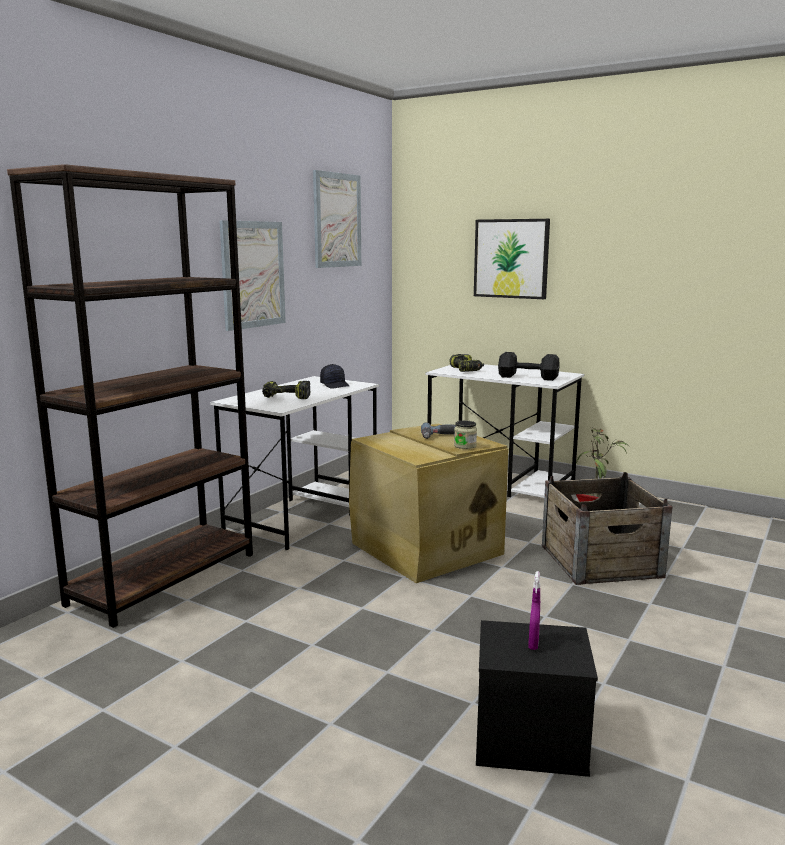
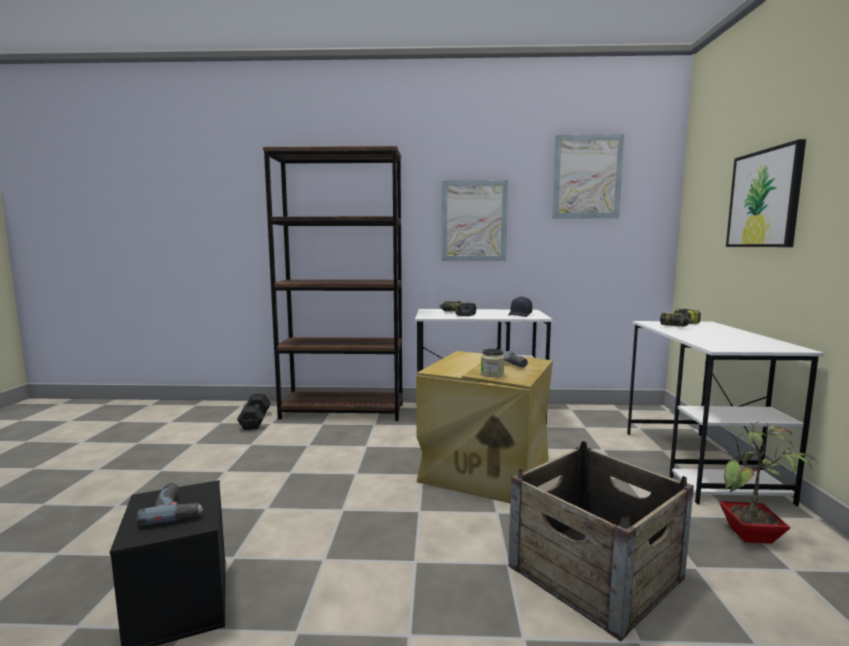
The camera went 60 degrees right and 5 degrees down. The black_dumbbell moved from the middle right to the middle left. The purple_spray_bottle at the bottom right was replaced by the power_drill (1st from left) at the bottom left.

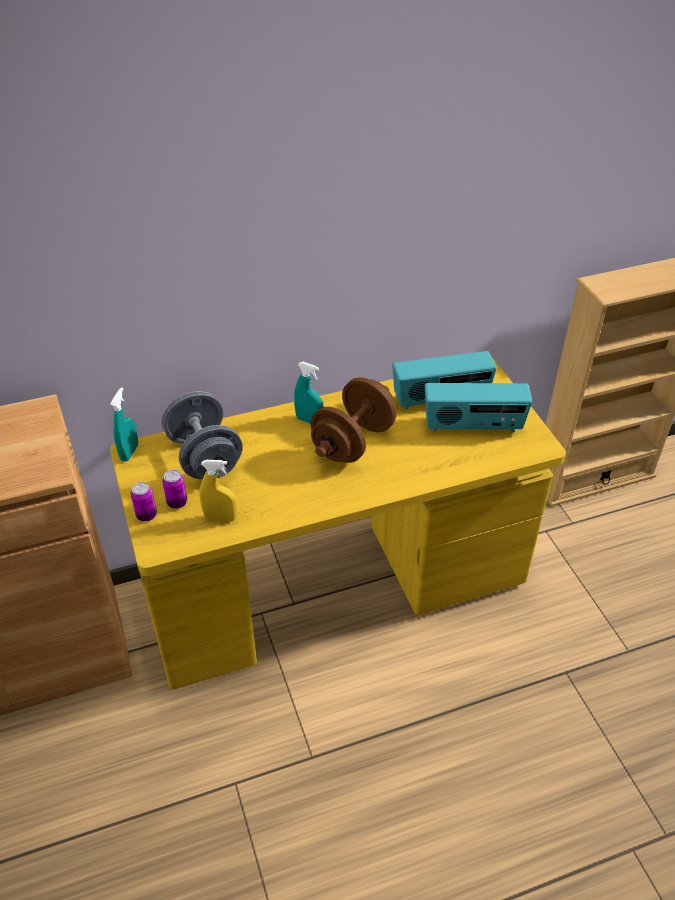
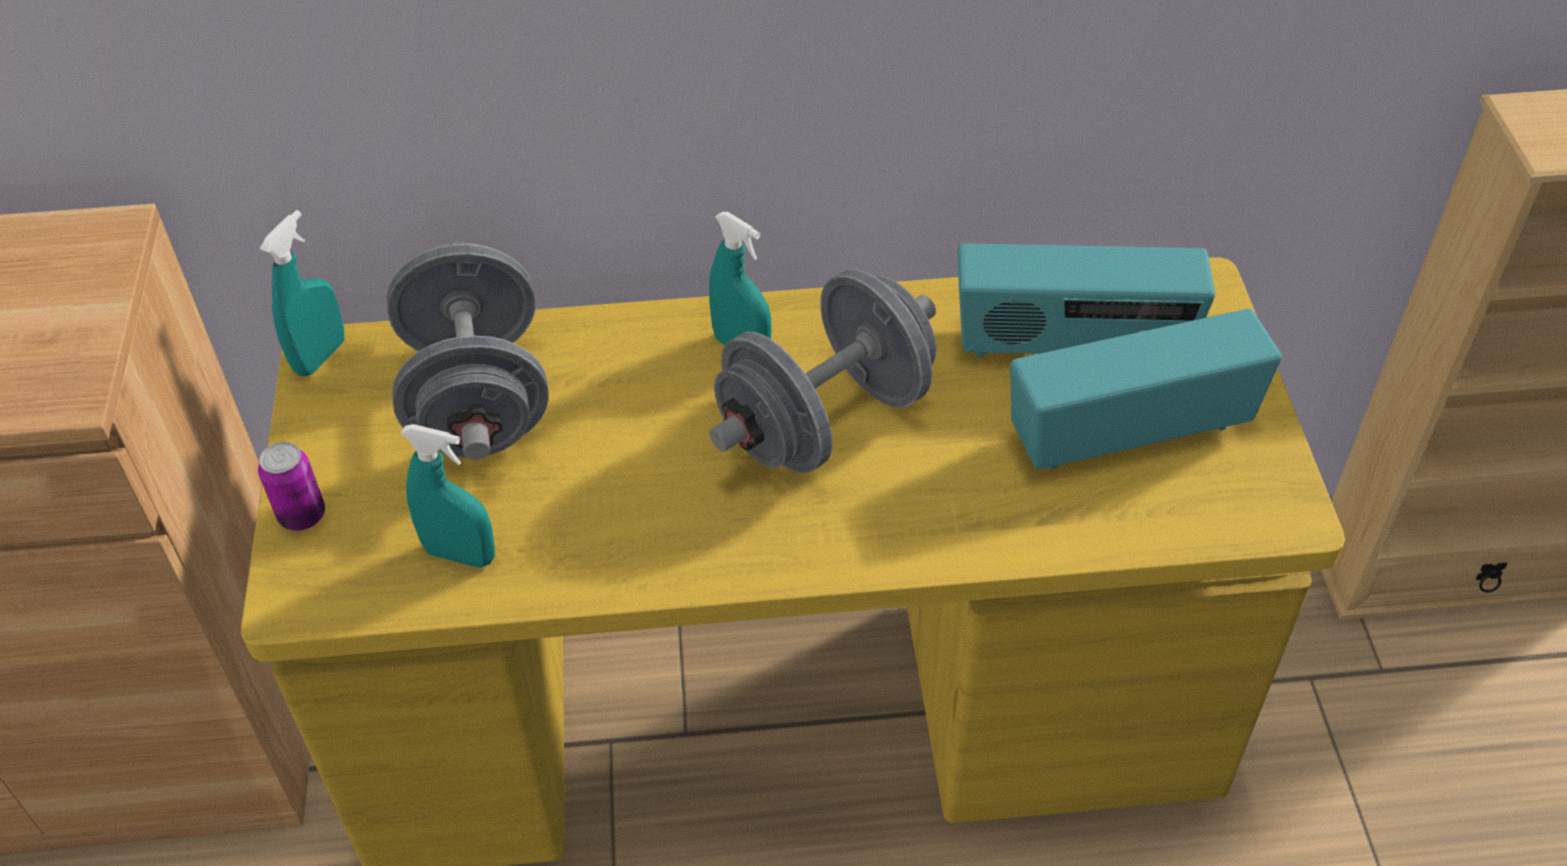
The camera went 15 degrees right and 5 degrees up. The can (2nd from left) at the middle left disappeared. The yellow_spray_bottle at the middle left became the turquoise_spray_bottle (2nd from left) at the middle left. The brown_dumbbell at the centre became the grey_dumbbell (2nd from left) at the centre. The radio (2nd from left) at the middle right turned 150 degrees clockwise.

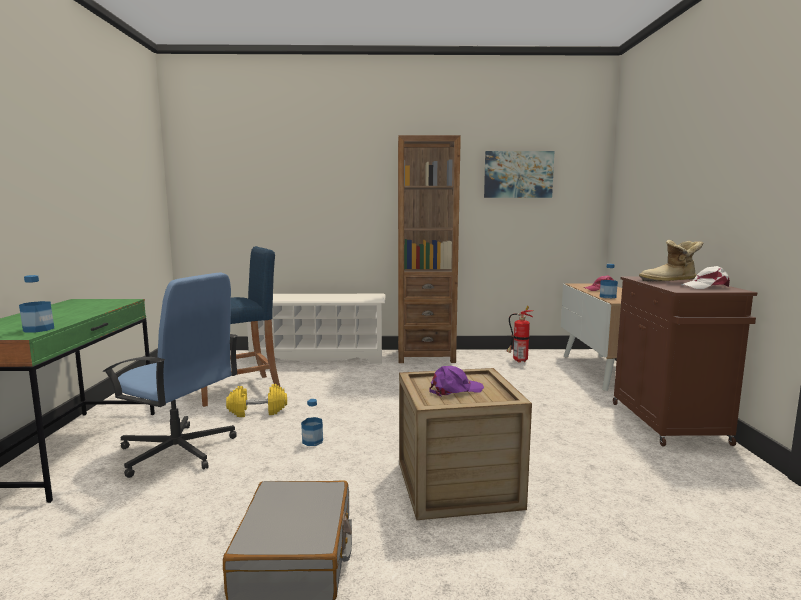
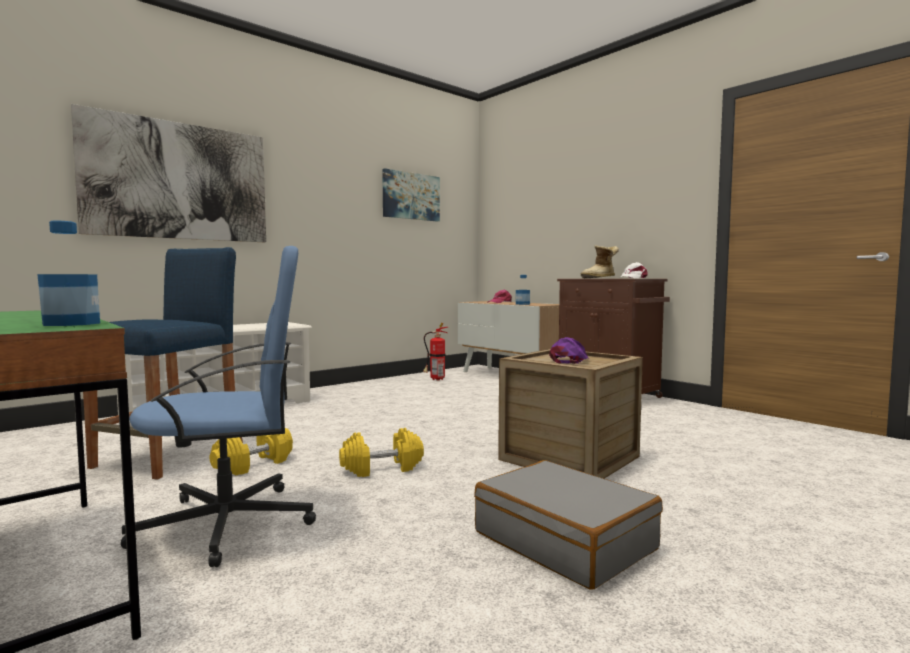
The camera went 40 degrees left and 5 degrees down. The brown_bookcase at the centre disappeared. The picture (1st from left) at the top left appeared. The bottle (2nd from left) at the bottom centre was replaced by the yellow_dumbbell (2nd from left) at the bottom centre.

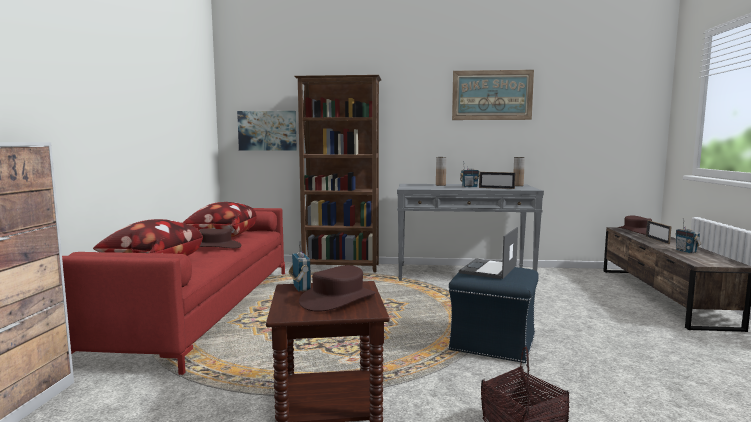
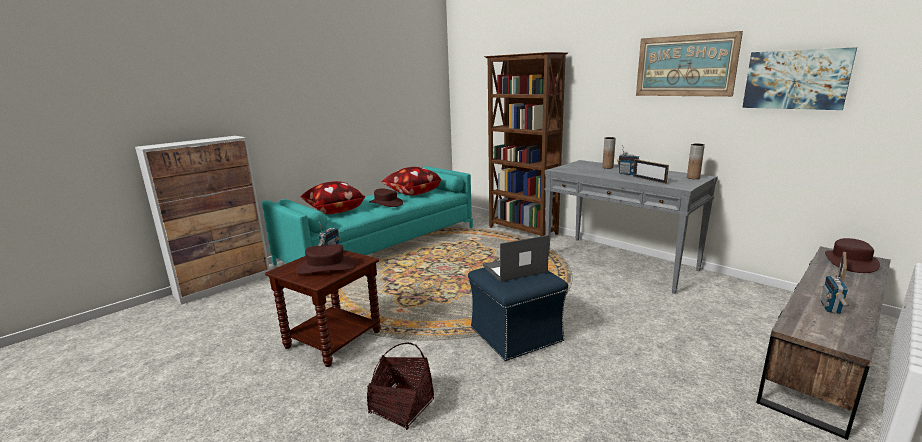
The camera went 40 degrees right and 10 degrees up. The picture (1st from left in the first image) moved from the top centre to the top right. The red_sofa at the bottom left became the turquoise_sofa at the centre.

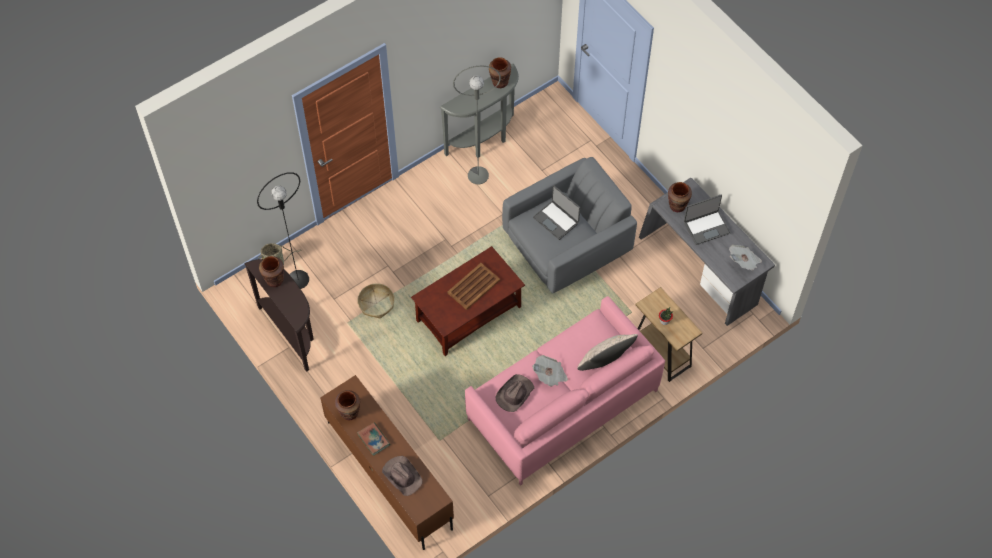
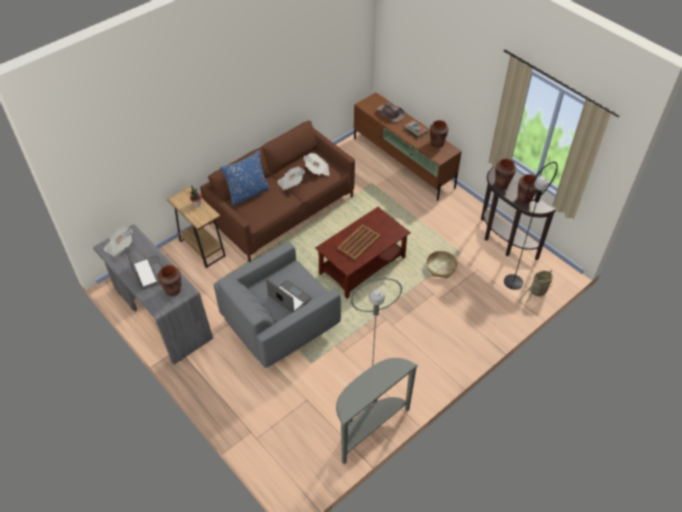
The camera went 175 degrees right and 10 degrees down. The brown_vase (3rd from left) moved from the top centre to the middle right. The brown_hat (2nd from left) at the bottom centre was replaced by the newspaper (3rd from left) at the top centre. The pink_sofa at the bottom centre became the brown_sofa at the centre. The beige_pillow at the centre became the blue_pillow at the centre. The laptop (2nd from left in the first image) at the middle right turned 90 degrees clockwise.

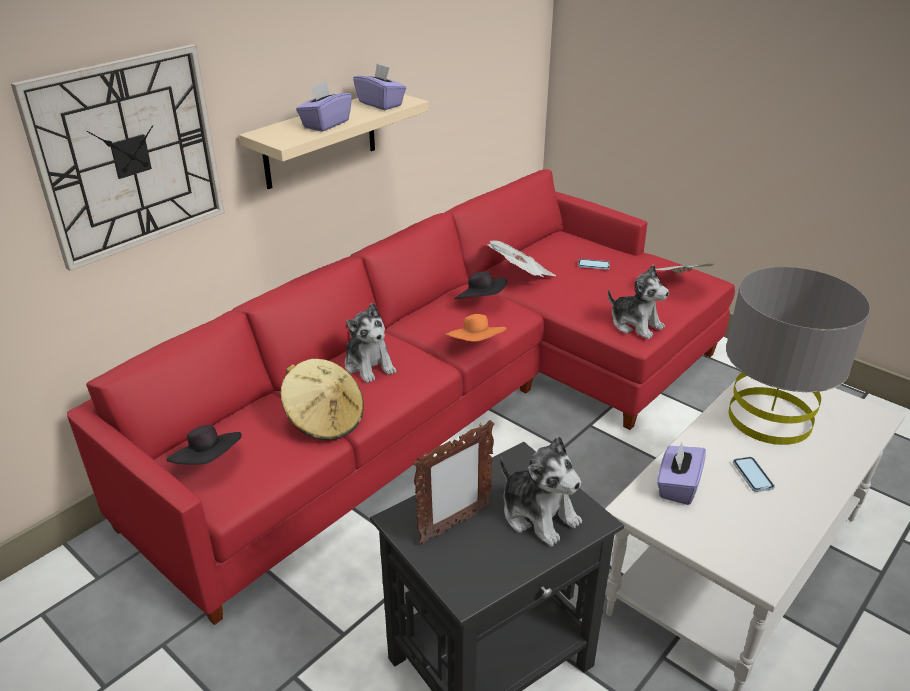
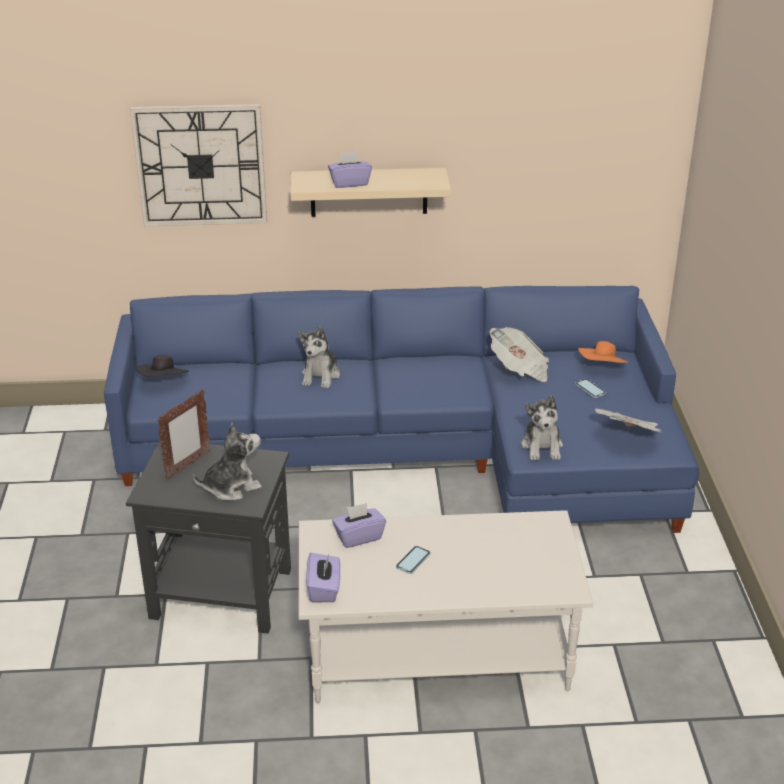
The camera went 45 degrees right and 0 degrees up. The beige_hat at the centre disappeared. The black_hat (2nd from left) at the centre disappeared. The grey_table_lamp at the middle right disappeared. The purple_tissue_box (2nd from left in the first image) moved from the top centre to the bottom centre. The orange_hat moved from the centre to the middle right. The red_sofa at the centre became the blue_sofa at the centre. The picture_frame at the bottom centre turned 60 degrees counterclockwise. The plush_toy (2nd from left in the first image) at the bottom centre turned 120 degrees counterclockwise.

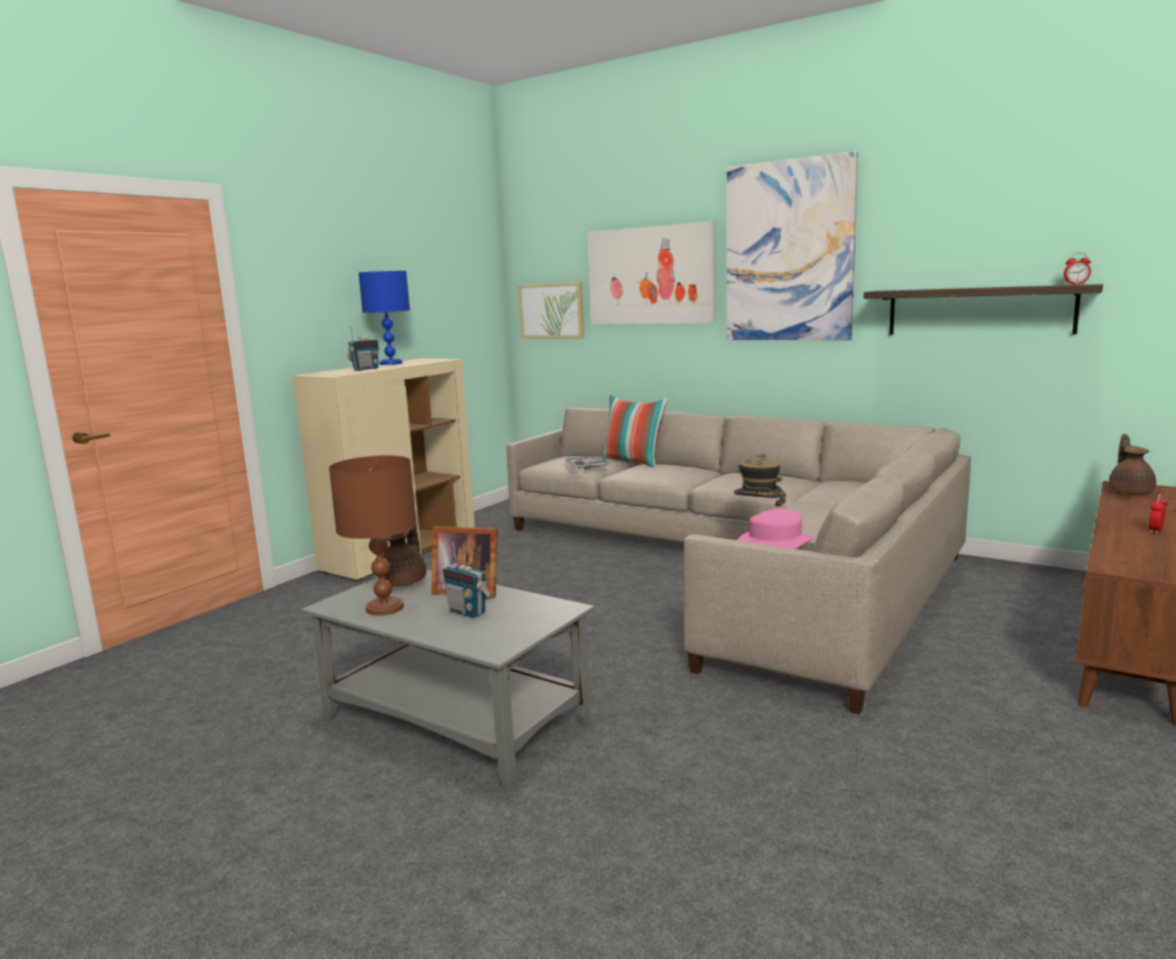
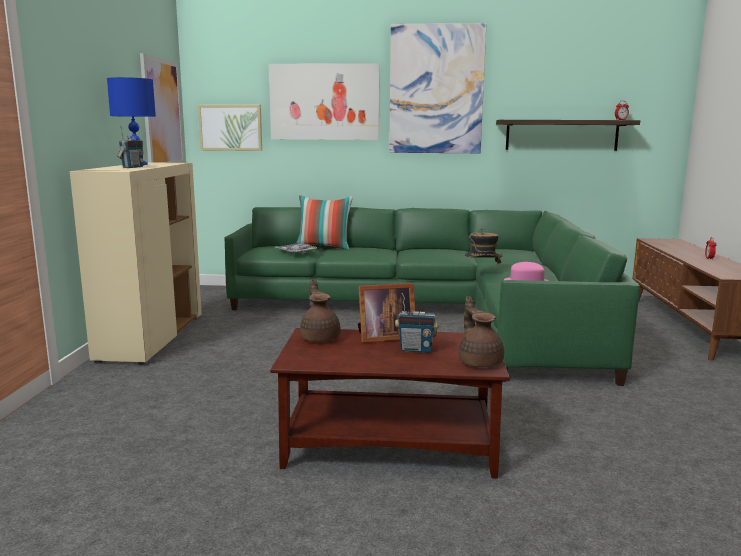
The camera went 30 degrees left and 0 degrees up. The brown_table_lamp at the middle left disappeared. The picture (1st from left) at the top left appeared. The brown_teapot (2nd from left) moved from the middle right to the centre. The grey_coffee_table at the bottom centre became the brown_coffee_table at the bottom centre. The beige_sofa at the centre became the green_sofa at the centre.

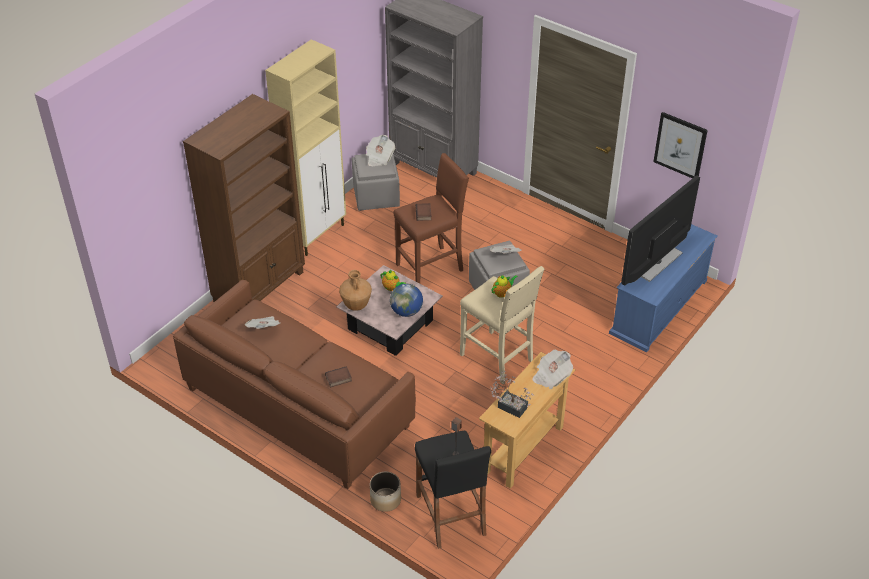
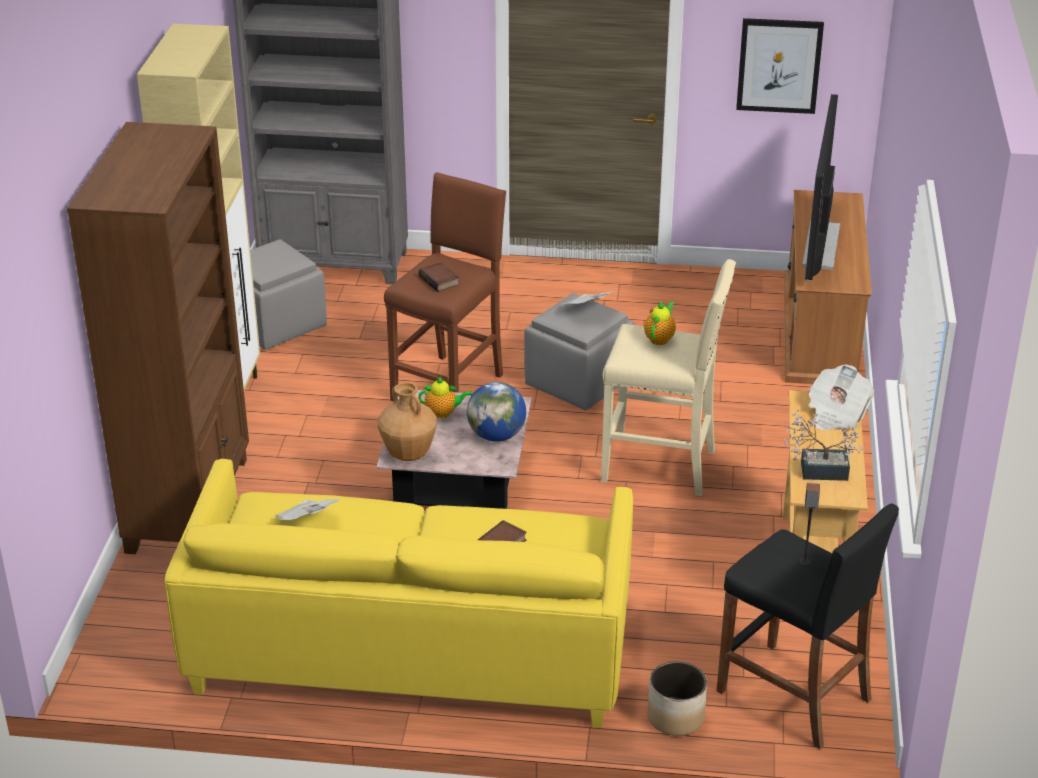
The camera went 30 degrees left and 10 degrees down. The newspaper (2nd from left) at the top centre disappeared. The brown_sofa at the centre became the yellow_sofa at the bottom centre. The blue_tv_stand at the middle right became the brown_tv_stand at the middle right.

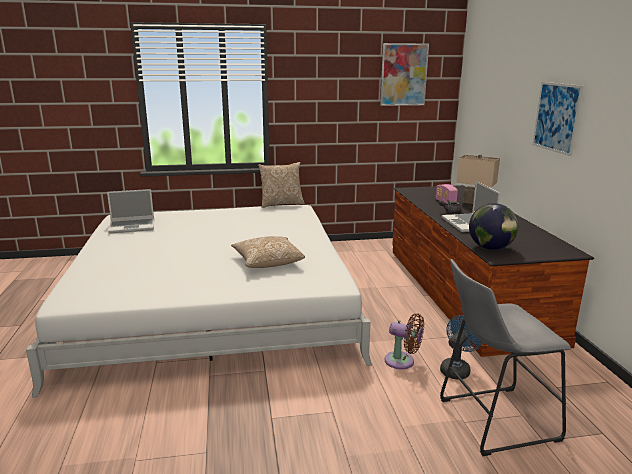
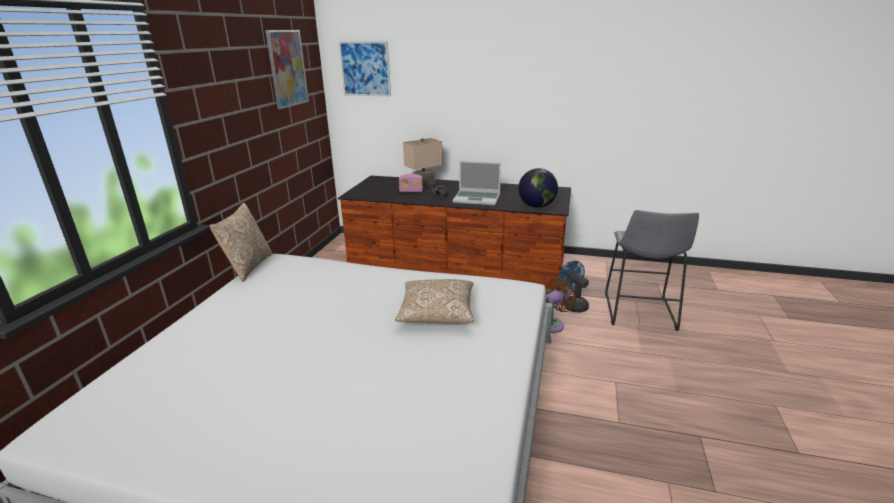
The camera went 65 degrees left and 5 degrees up. The laptop (1st from left) at the middle left disappeared. The picture (2nd from left) moved from the top right to the top centre.

